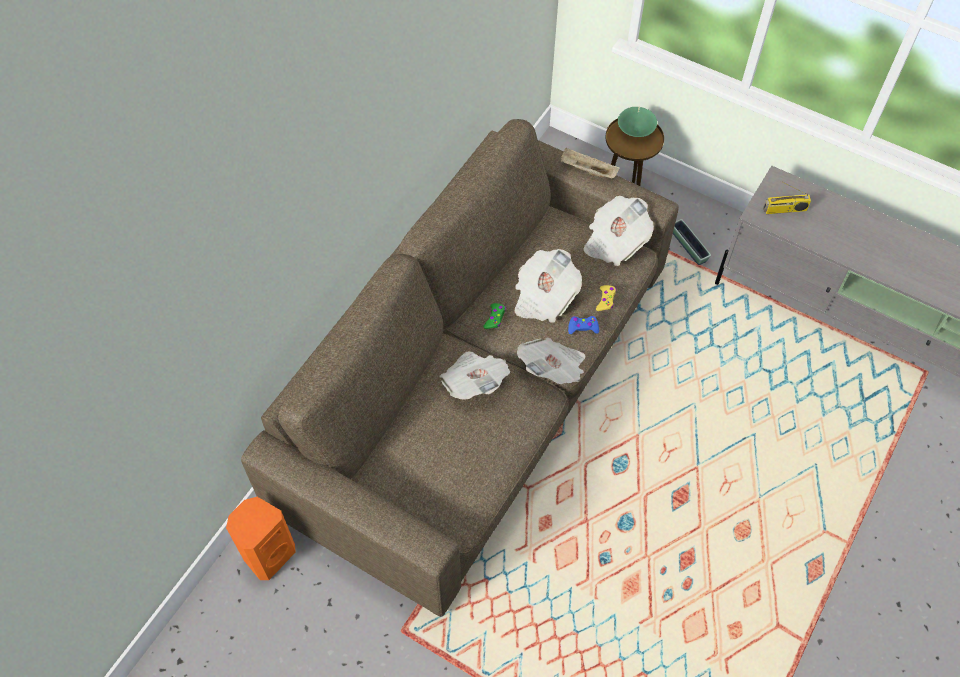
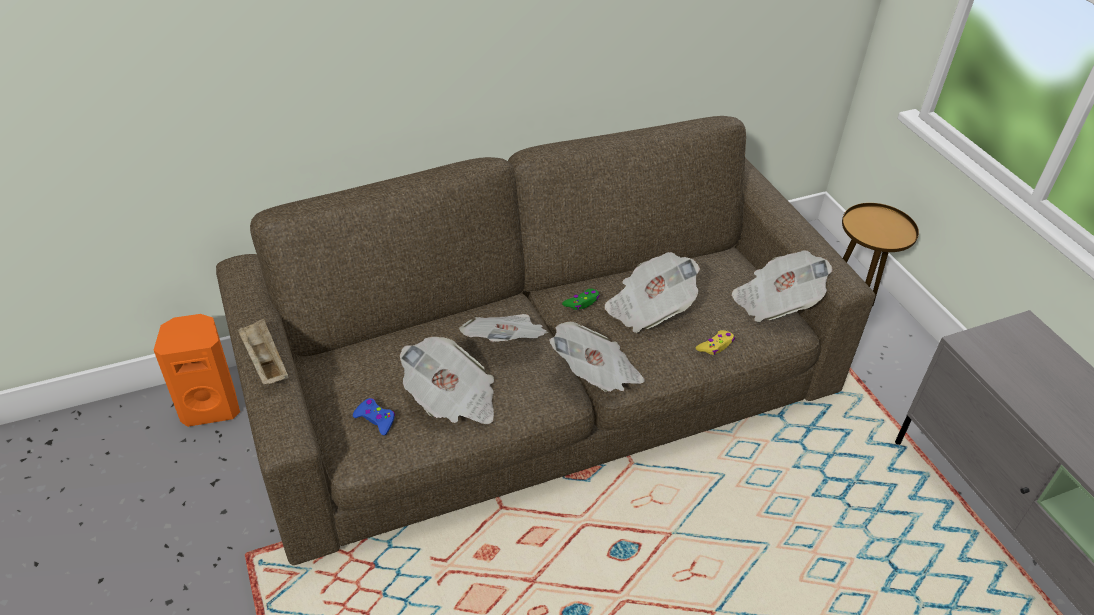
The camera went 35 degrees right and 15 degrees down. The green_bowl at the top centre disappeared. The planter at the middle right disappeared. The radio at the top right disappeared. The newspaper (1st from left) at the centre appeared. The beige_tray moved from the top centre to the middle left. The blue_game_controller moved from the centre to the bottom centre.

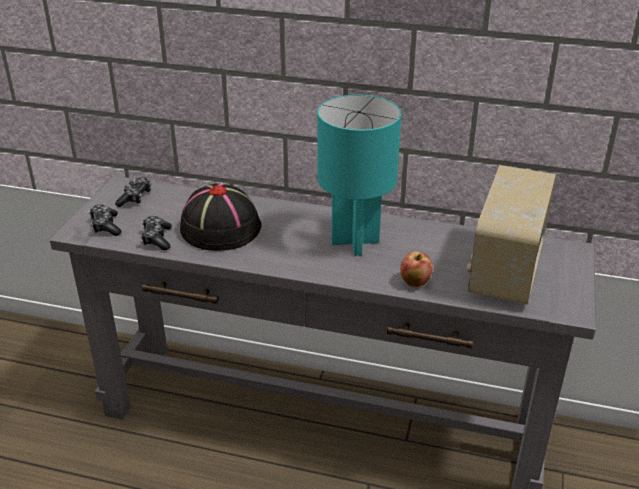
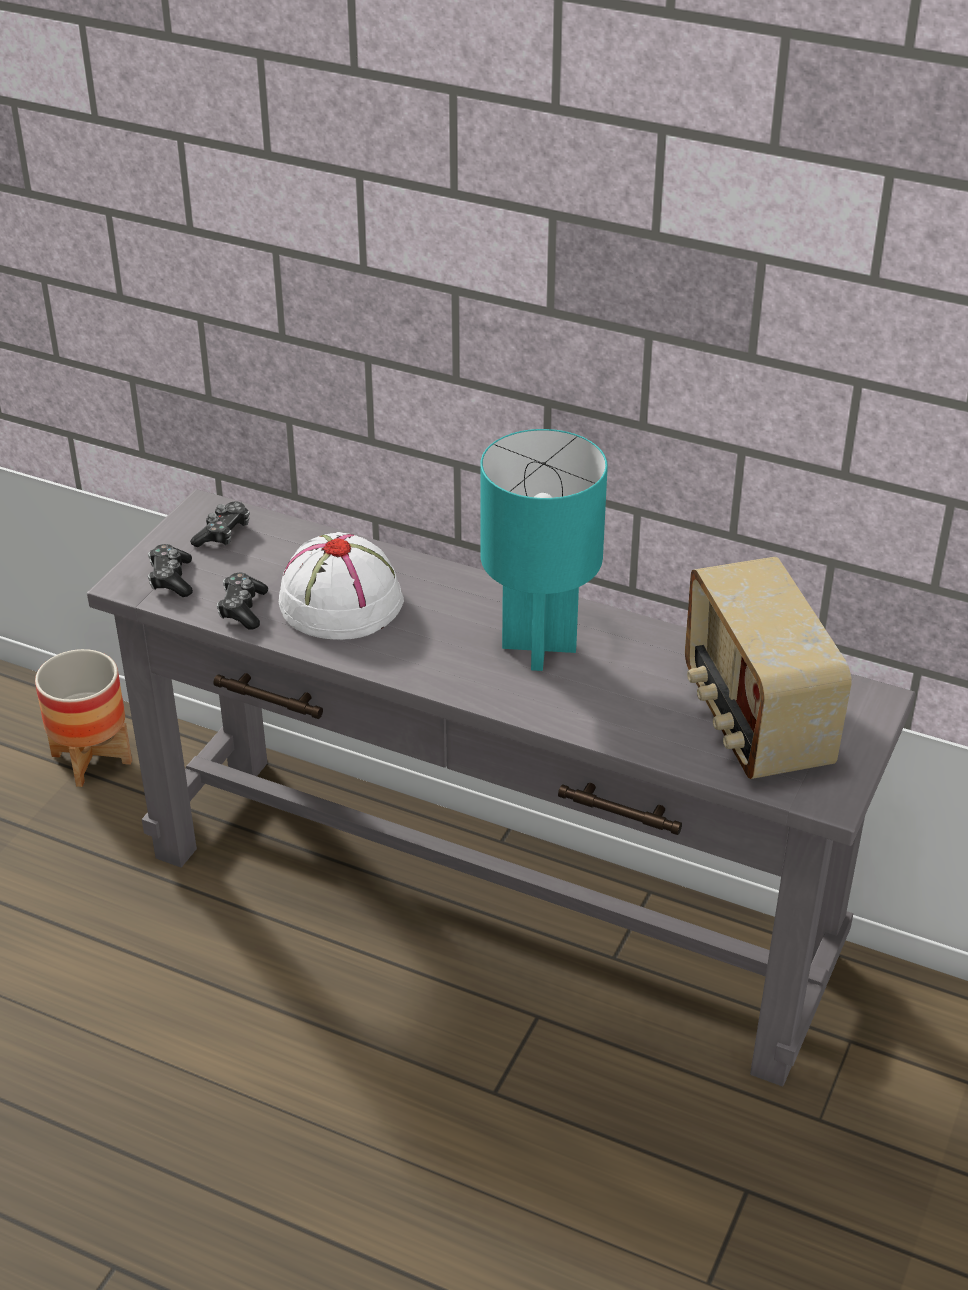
The camera went 10 degrees right and 5 degrees up. The apple at the centre disappeared. The planter at the middle left appeared. The black_hat at the centre became the white_hat at the centre. The radio at the middle right turned 45 degrees counterclockwise.

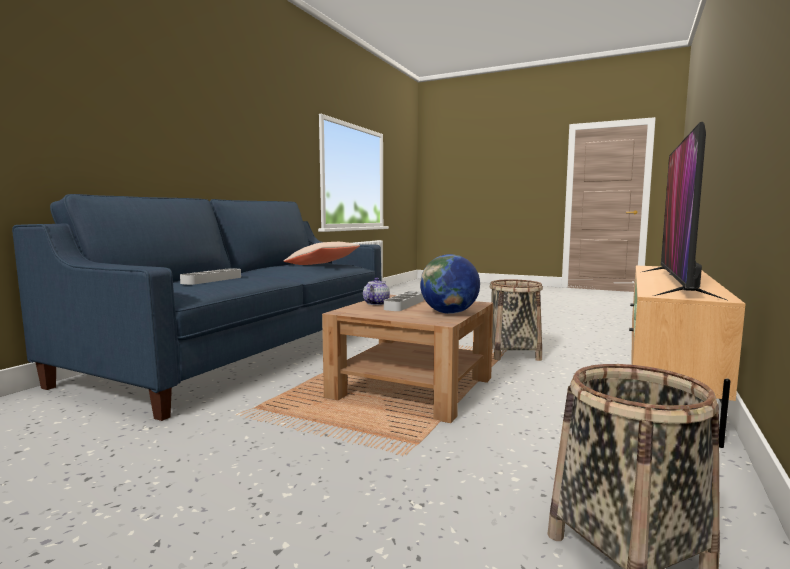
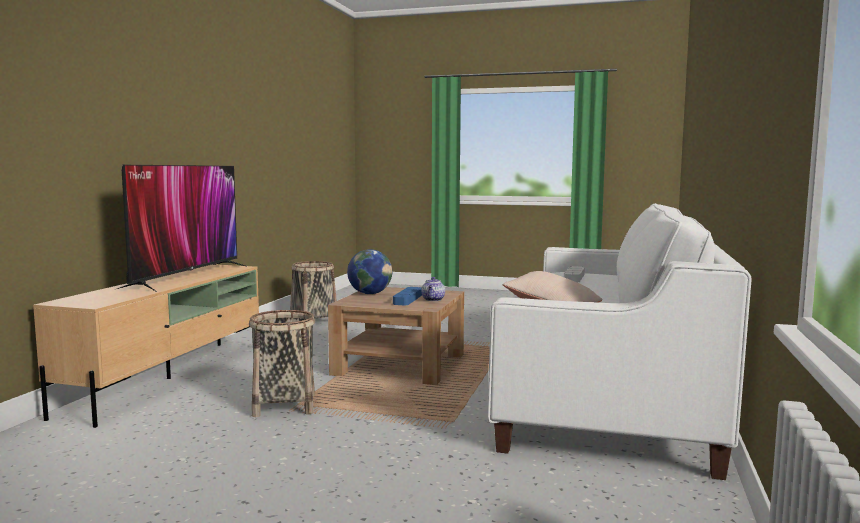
The camera went 170 degrees right and 0 degrees up. The blue_sofa at the middle left became the white_sofa at the middle right. The grey_tray (2nd from left) at the centre became the blue_tray at the centre.

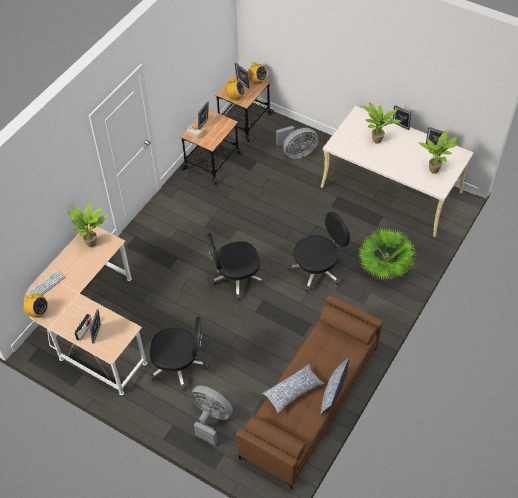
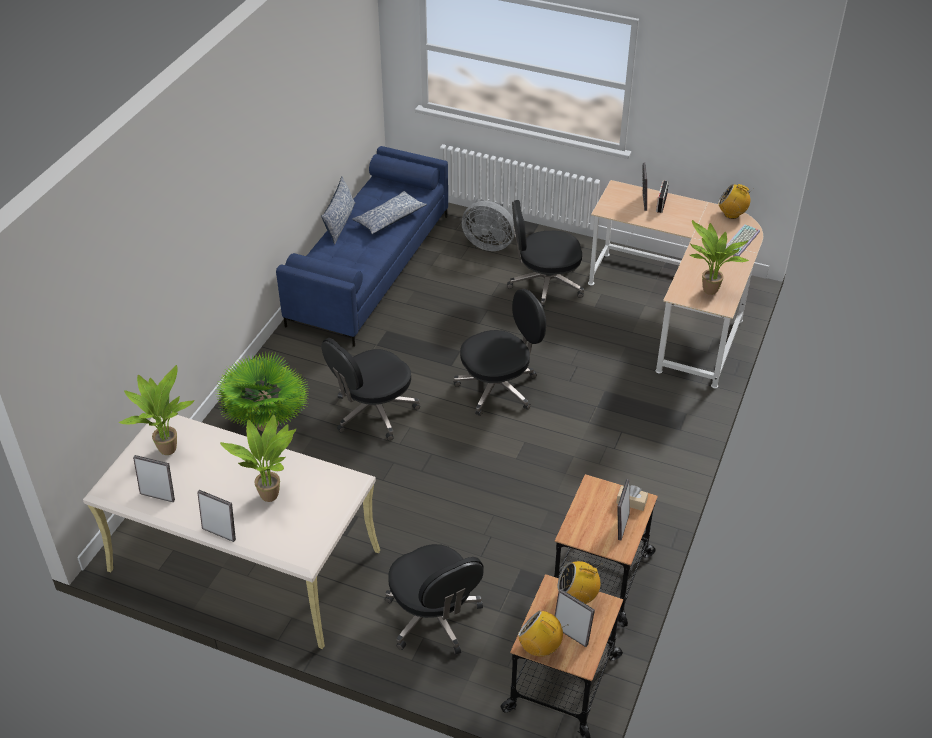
The camera went 170 degrees right and 10 degrees down. The grey_fan (2nd from left) at the top centre was replaced by the black_office_chair (2nd from left) at the bottom centre. The brown_sofa at the bottom centre became the blue_sofa at the centre.

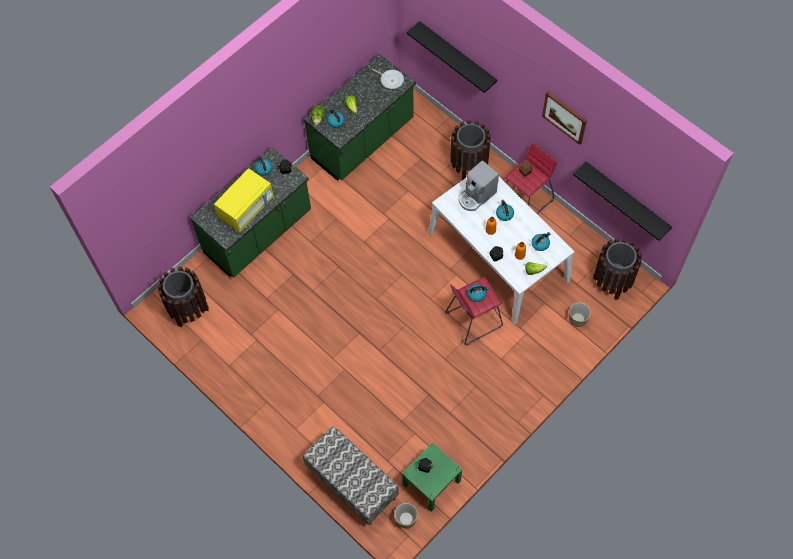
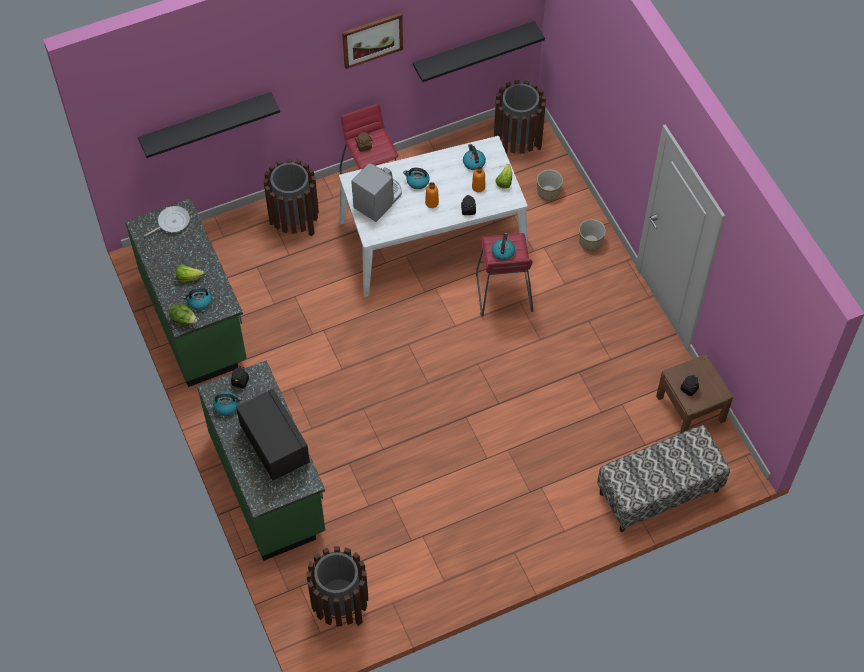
The camera went 70 degrees left and 5 degrees down. The planter (1st from left in the first image) moved from the bottom centre to the middle right. The yellow_microwave at the middle left became the black_microwave at the middle left. The green_nightstand at the bottom centre became the brown_nightstand at the middle right. The coffee_machine at the top centre turned 120 degrees counterclockwise.

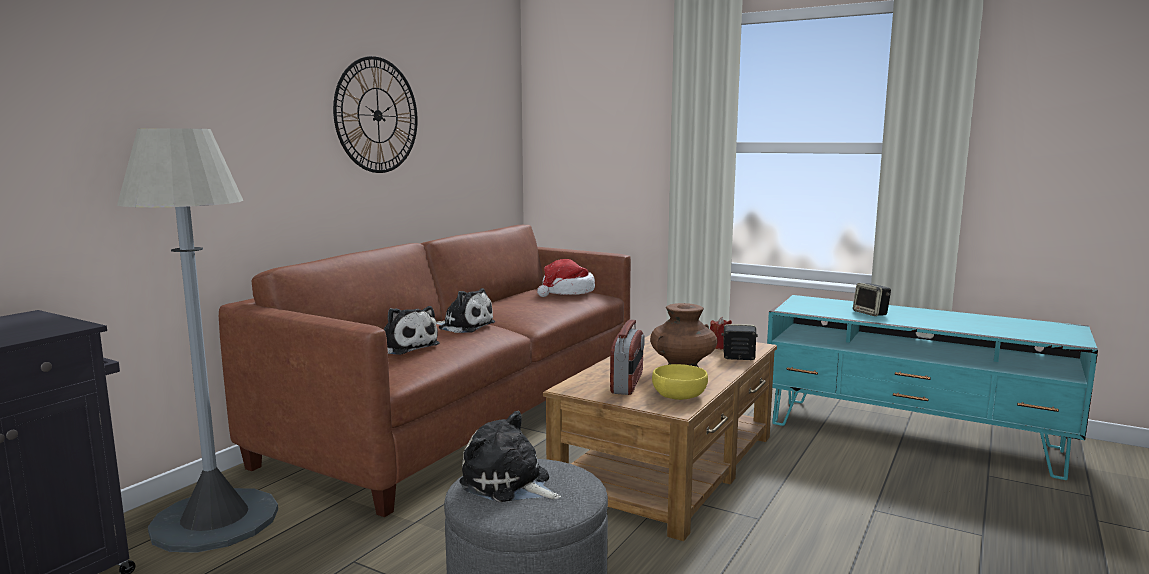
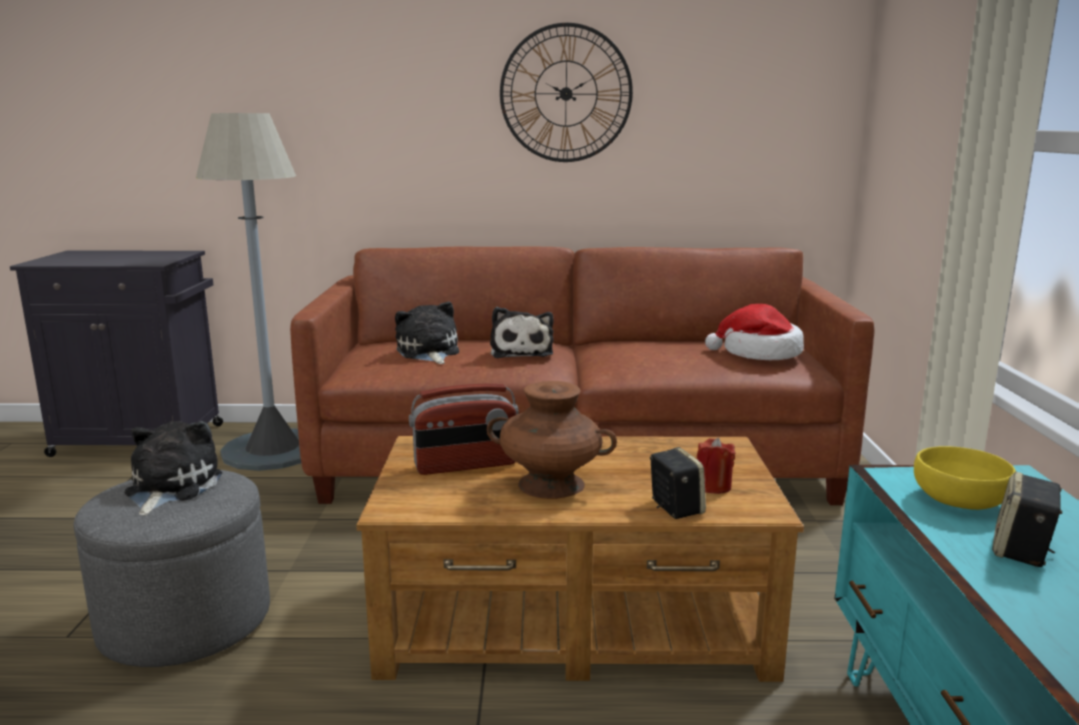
The camera went 60 degrees right and 5 degrees up. The yellow_bowl moved from the centre to the middle right. The plush_toy (1st from left in the first image) at the centre turned 150 degrees clockwise.

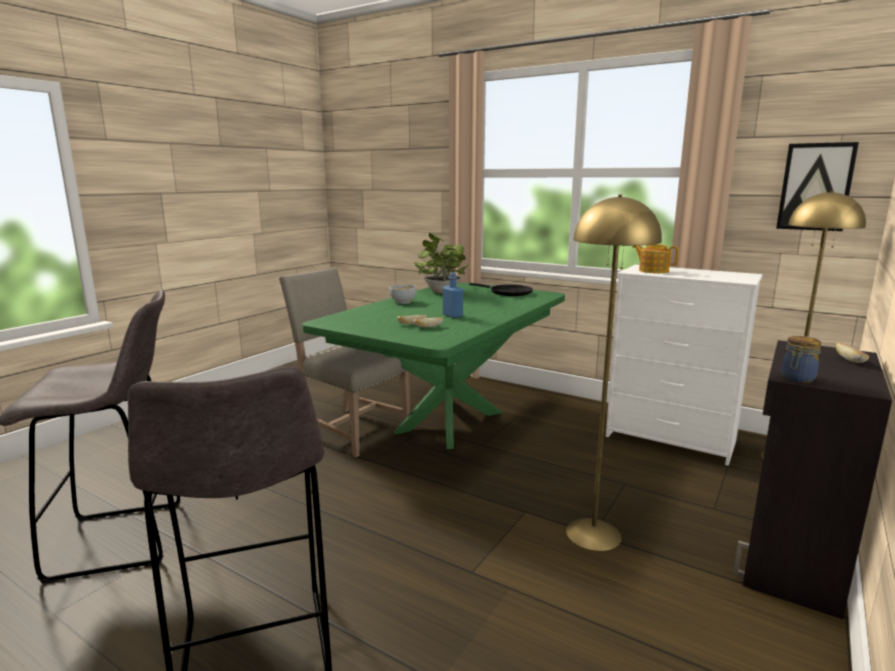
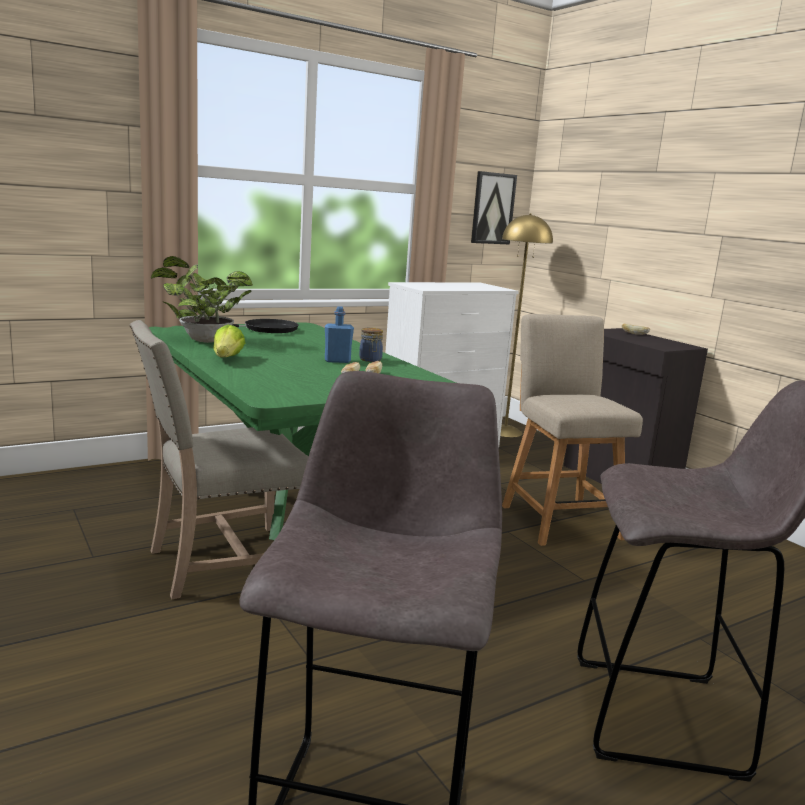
The camera went 65 degrees left and 0 degrees up. The teapot at the middle right disappeared. The jar moved from the middle right to the centre. The bowl at the centre was replaced by the lettuce at the middle left. The yellow_floor_lamp (1st from left) at the middle right was replaced by the beige_chair (2nd from left) at the middle right.

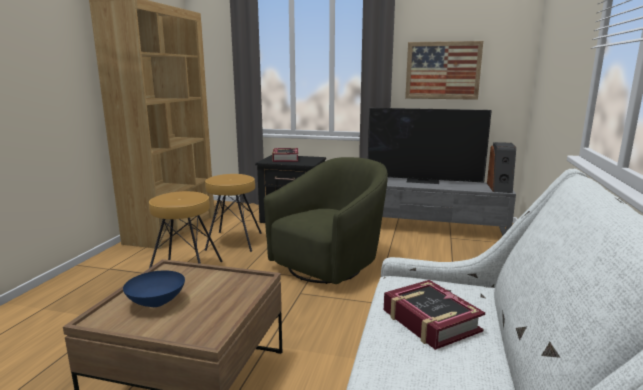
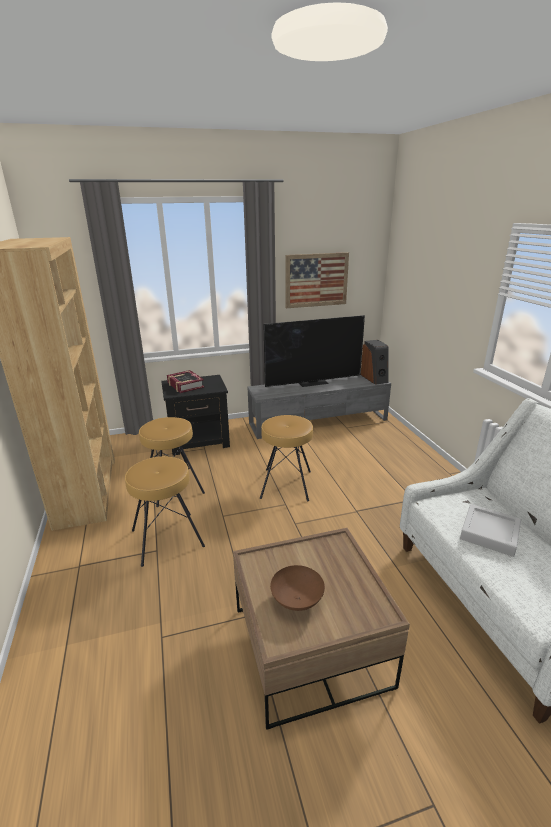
The camera went 30 degrees left and 10 degrees up. The green_armchair at the centre was replaced by the brown_stool (3rd from left) at the centre. The book (2nd from left) at the bottom right was replaced by the grey_tray at the middle right. The blue_bowl at the bottom left became the brown_bowl at the bottom centre.

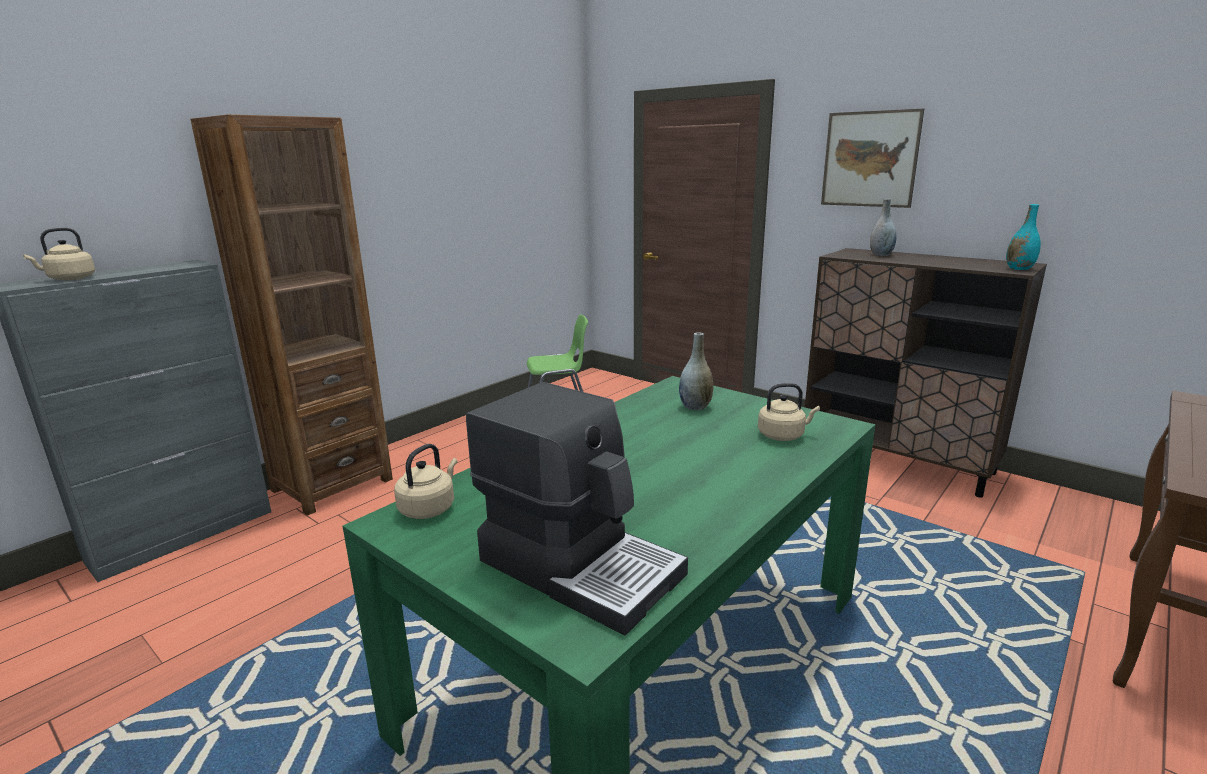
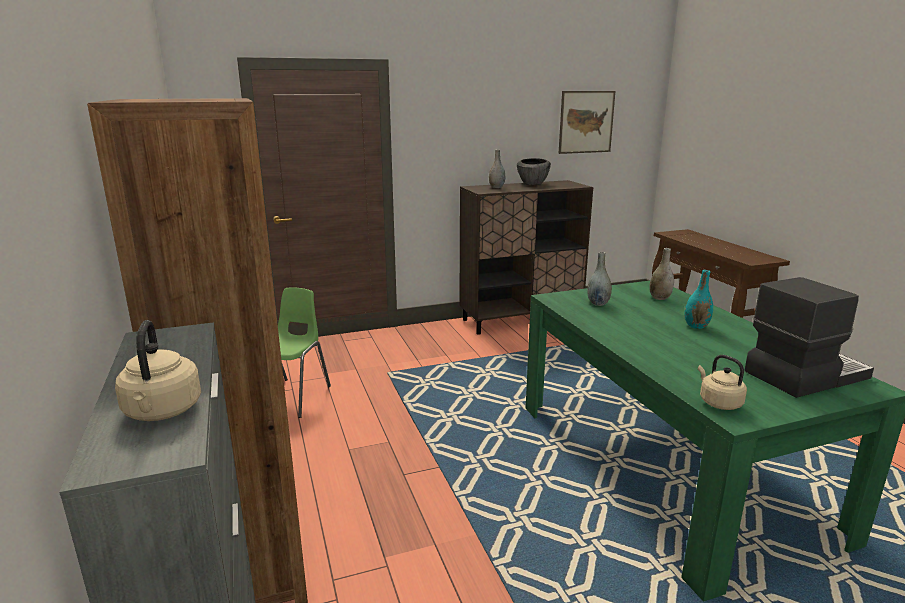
The camera went 60 degrees left and 0 degrees up. The bowl at the top centre appeared. The picture moved from the top right to the top centre. The turquoise_vase moved from the top right to the middle right. The beige_kettle (3rd from left) at the centre was replaced by the grey_vase (3rd from left) at the middle right.

